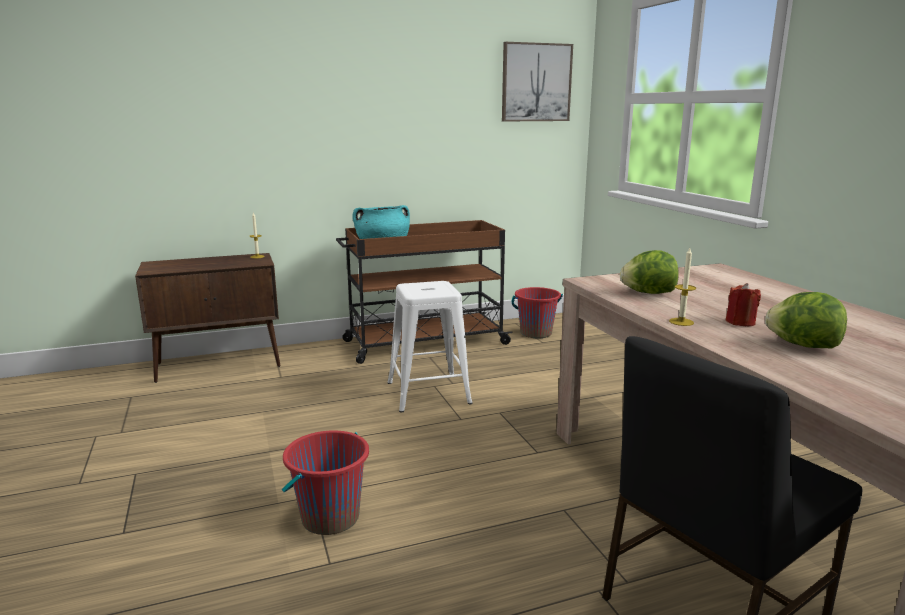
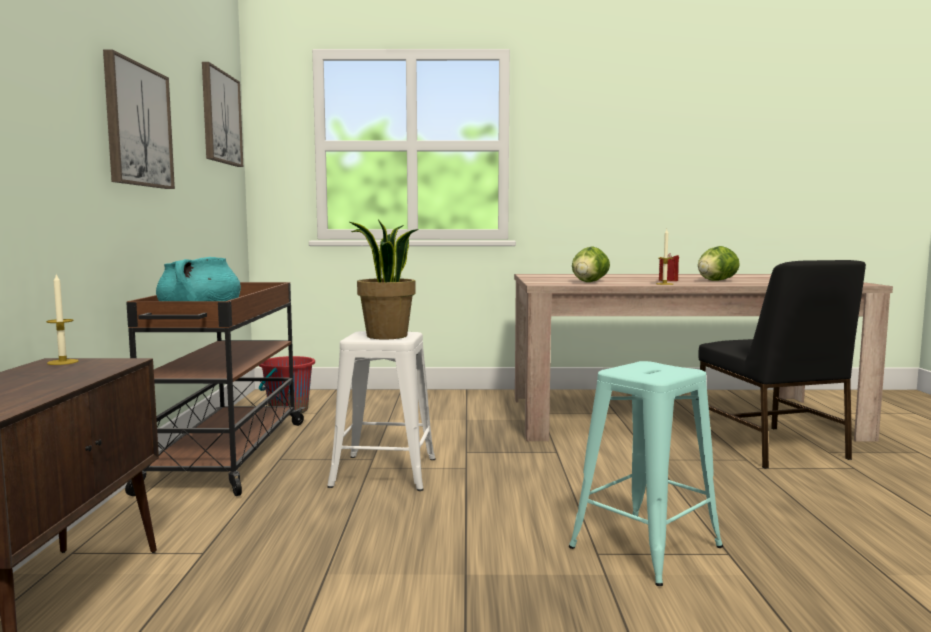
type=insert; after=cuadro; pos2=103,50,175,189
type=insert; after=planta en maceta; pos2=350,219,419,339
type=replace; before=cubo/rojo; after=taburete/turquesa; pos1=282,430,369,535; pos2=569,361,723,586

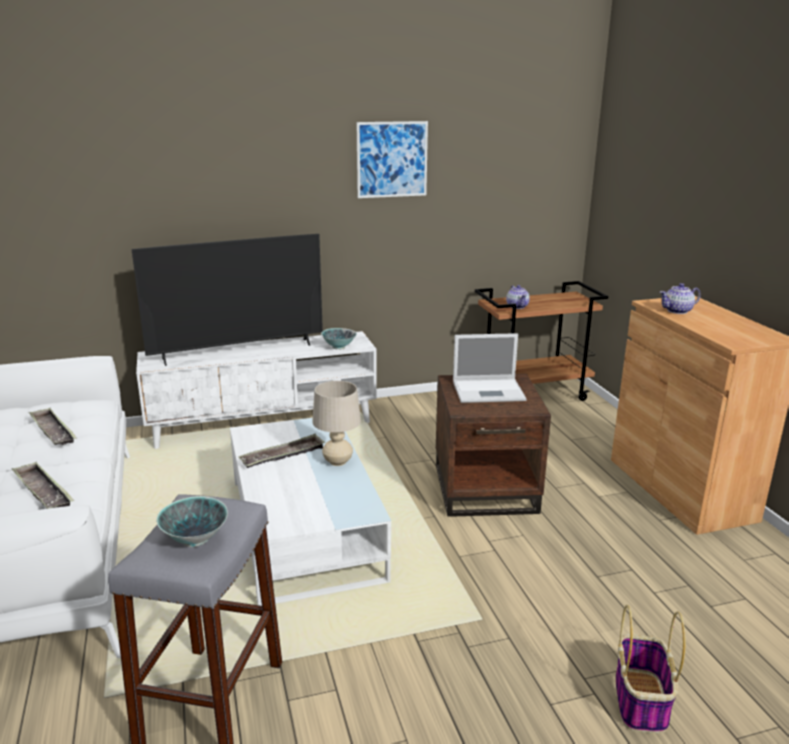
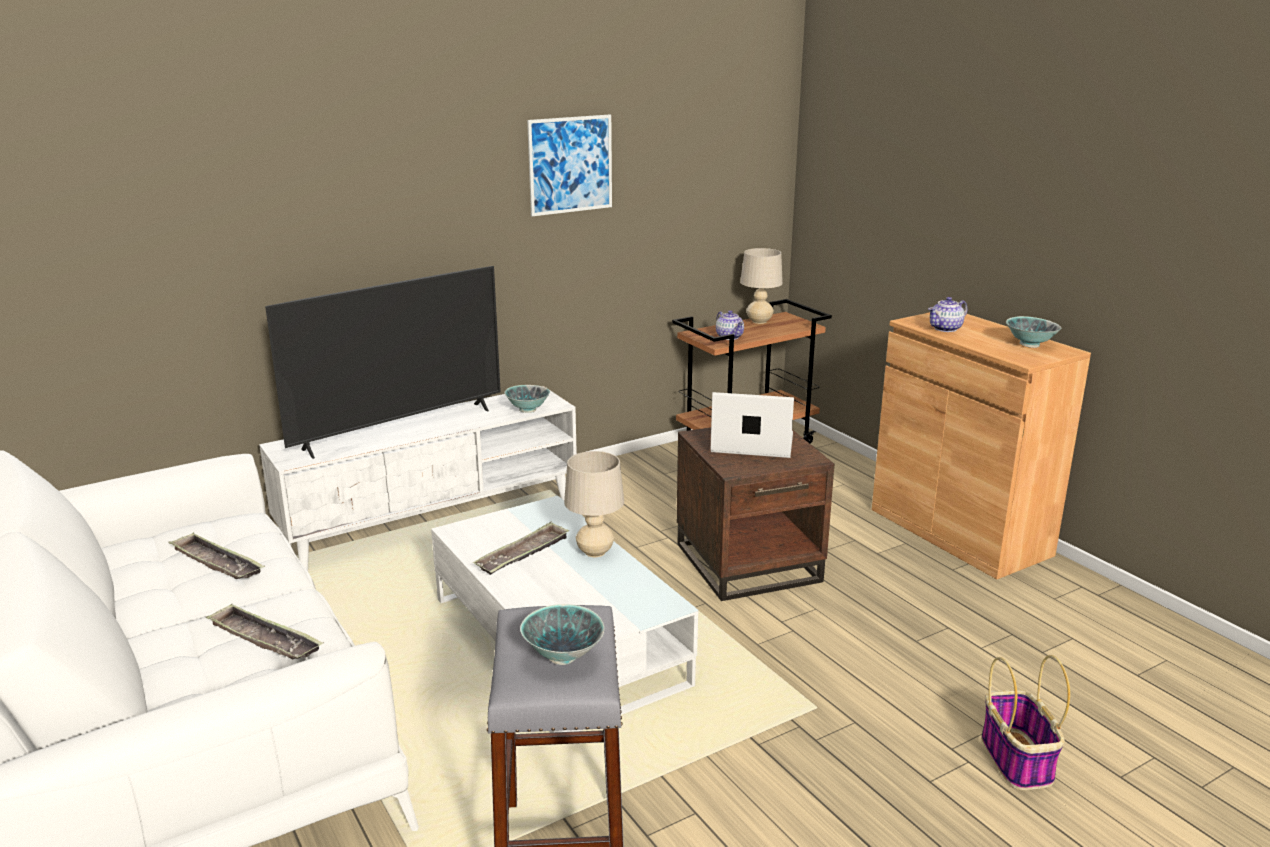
type=rotate; before=portátil; pos1=453,333,527,403; pos2=711,392,794,458; turn=-150
type=insert; after=lámpara de mesa/beis; pos2=740,248,783,324
type=insert; after=cuenco; pos2=1006,316,1061,348

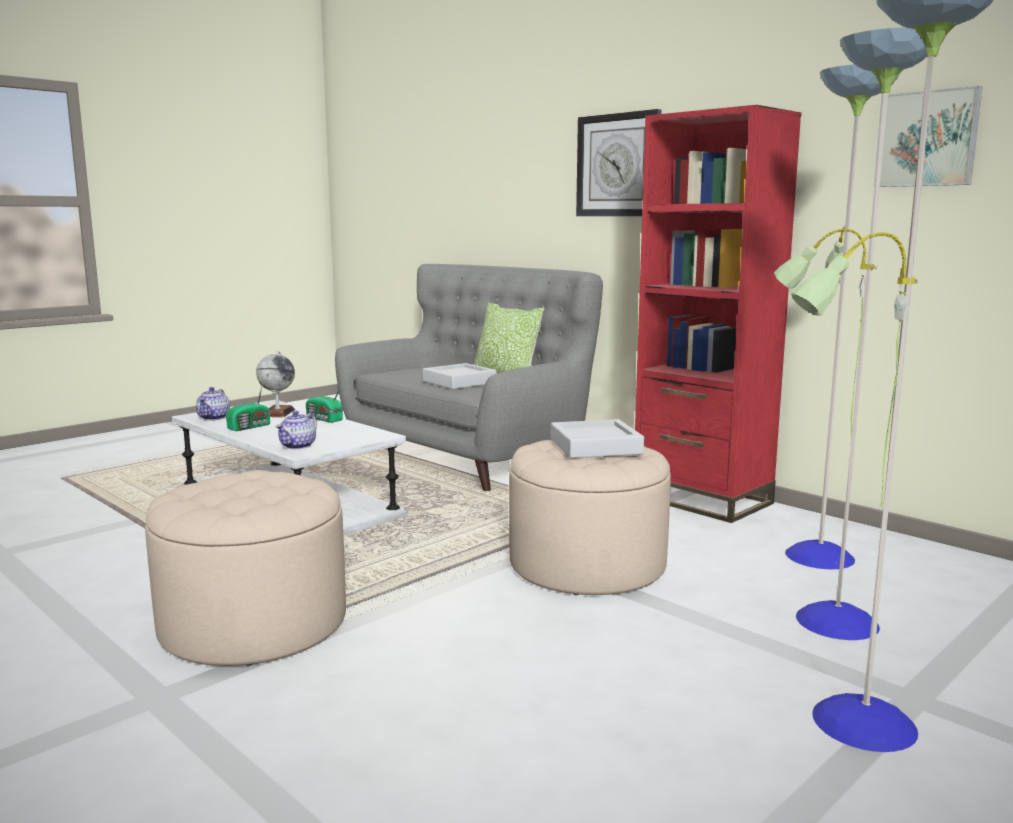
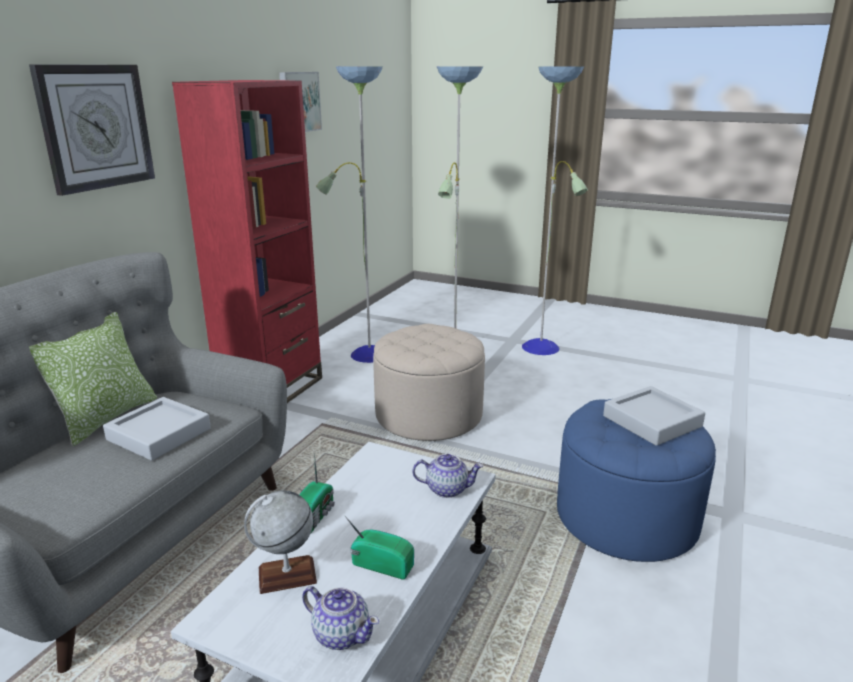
type=rotate; before=tetera; pos1=196,387,230,420; pos2=302,586,379,650; turn=45
type=recolor; before=puf/beis; after=puf/azul; pos1=145,470,346,666; pos2=557,399,716,562
type=move; before=bandeja/gris; pos1=551,419,644,458; pos2=603,386,705,446

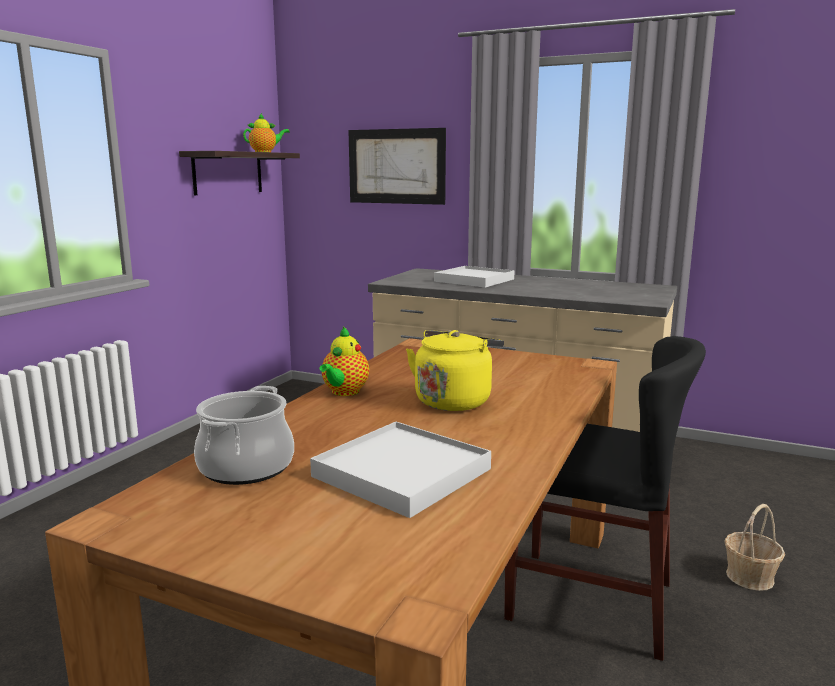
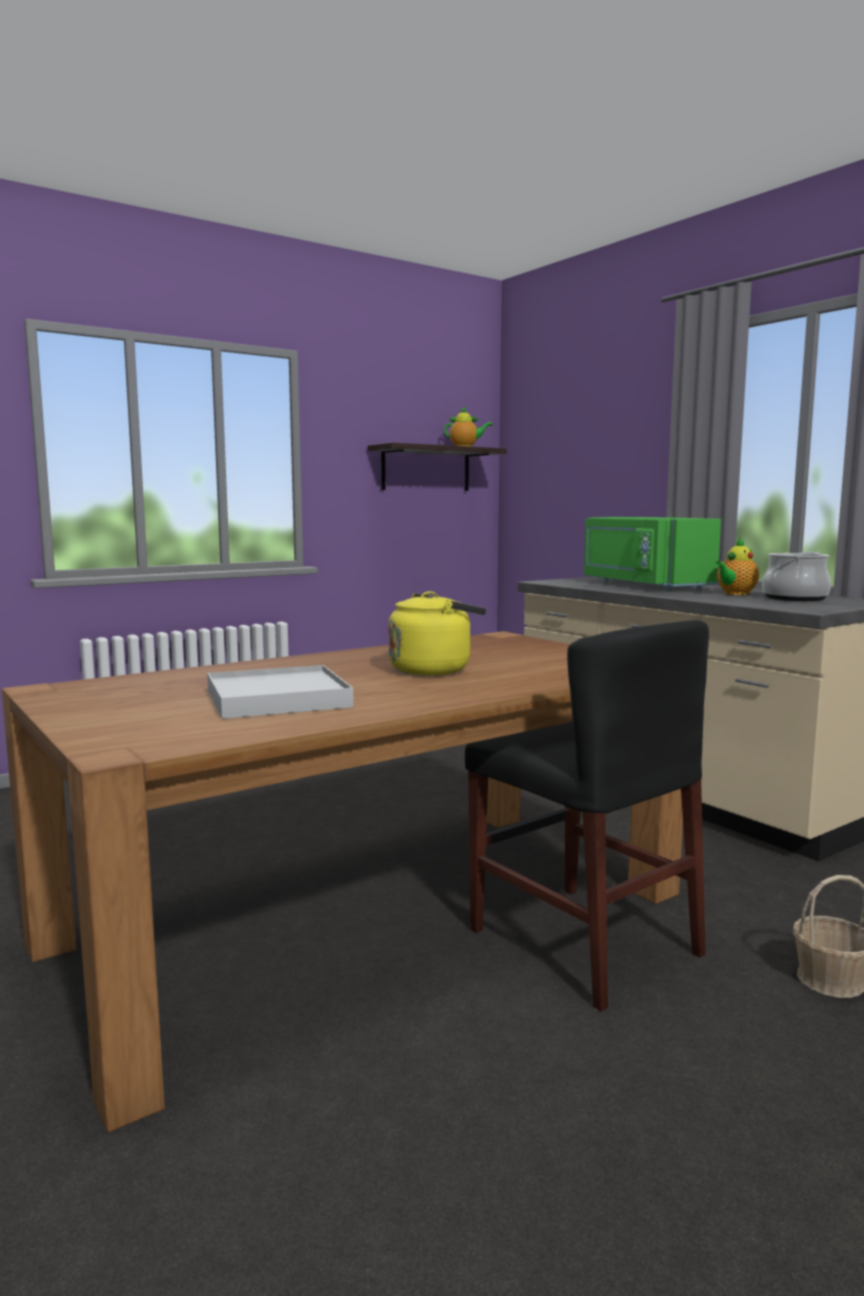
type=replace; before=bandeja/blanco; after=microondas/verde; pos1=434,266,515,287; pos2=584,517,721,591
type=move; before=tetera; pos1=319,326,369,396; pos2=714,537,759,595
type=move; before=olla; pos1=194,386,294,485; pos2=762,552,831,601
type=delete; before=cuadro; pos1=348,128,446,205

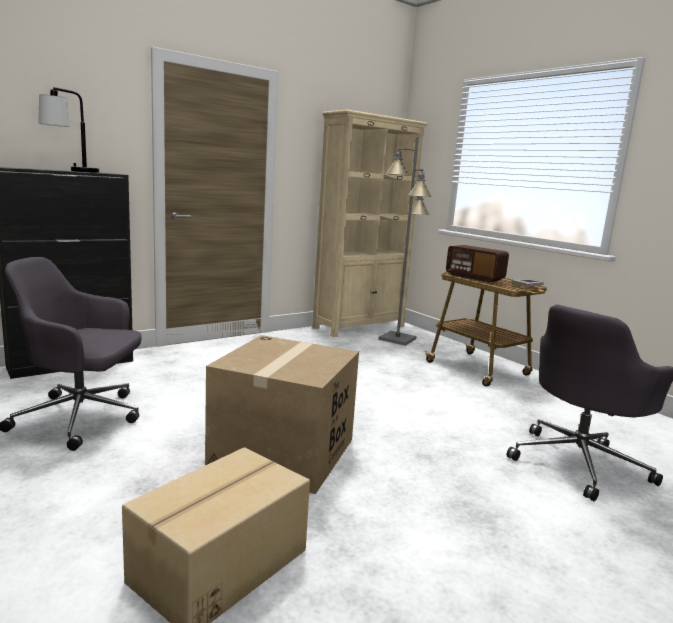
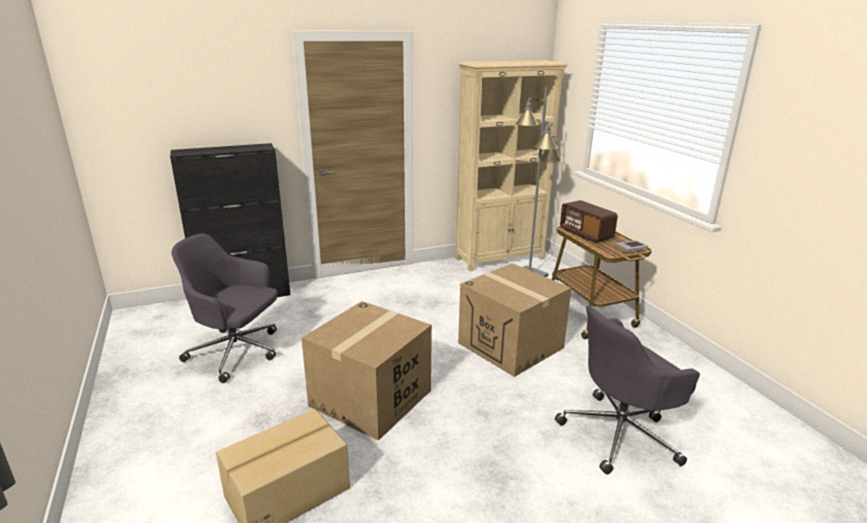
type=insert; after=caja de cartón; pos2=458,263,572,377
type=delete; before=lámpara de mesa; pos1=38,87,99,173

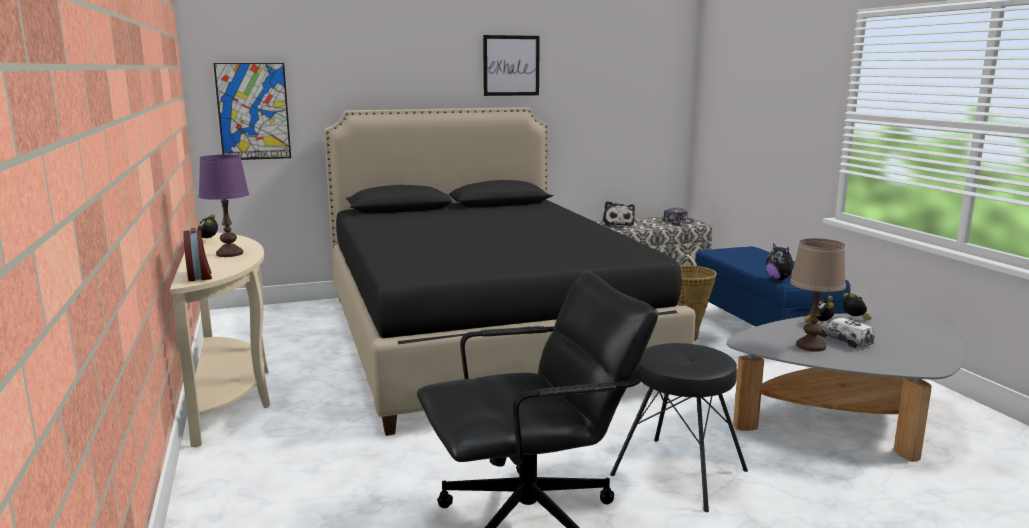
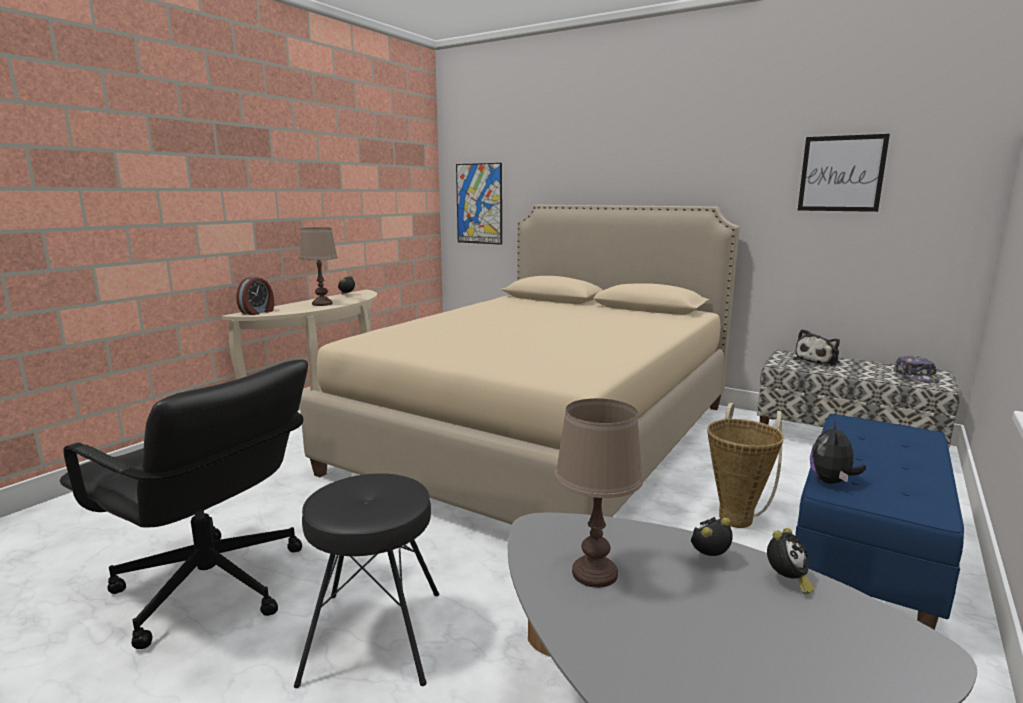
type=recolor; before=lámpara de mesa/morado; after=lámpara de mesa/marrón; pos1=198,155,249,257; pos2=299,227,338,306
type=recolor; before=cama/negro; after=cama/beis; pos1=324,107,696,436; pos2=300,205,740,525
type=move; before=cuadro; pos1=483,35,540,96; pos2=798,134,890,212
type=delete; before=camión de juguete; pos1=818,318,875,348

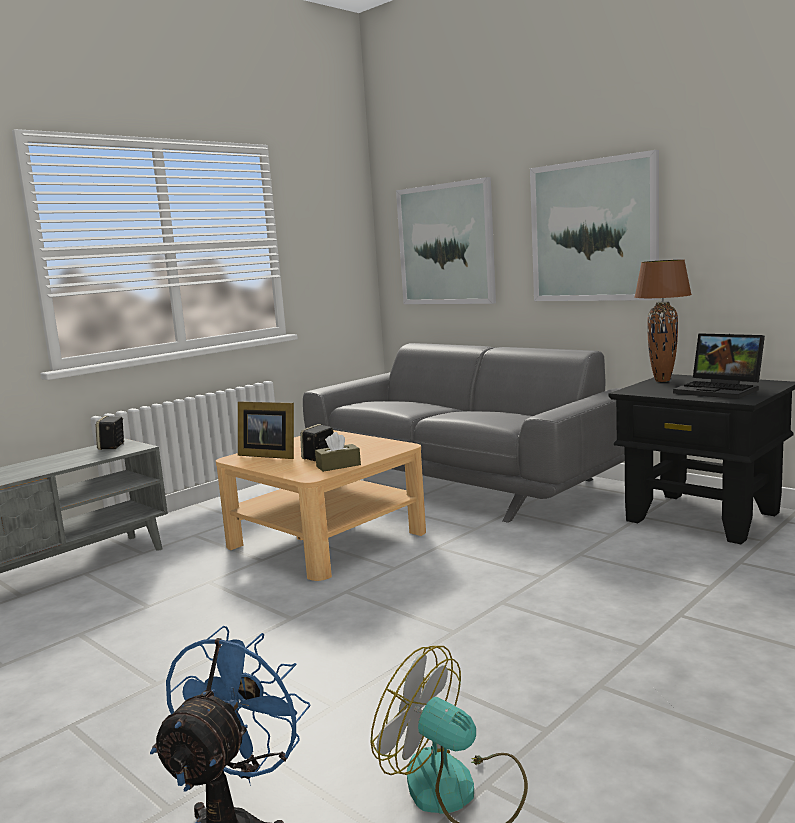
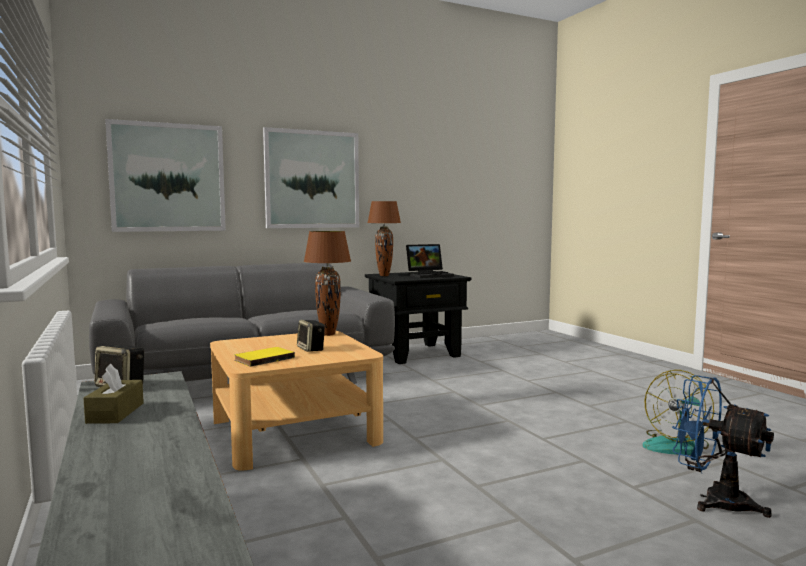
type=move; before=caja de pañuelos/marrón; pos1=315,432,361,472; pos2=83,364,144,424
type=replace; before=portarretratos; after=libro/amarillo; pos1=238,401,294,459; pos2=234,347,295,367
type=insert; after=lámpara de mesa/marrón; pos2=304,231,351,336

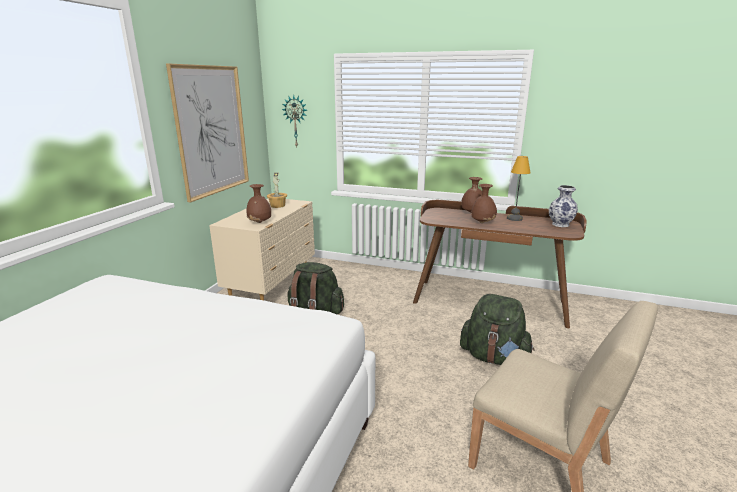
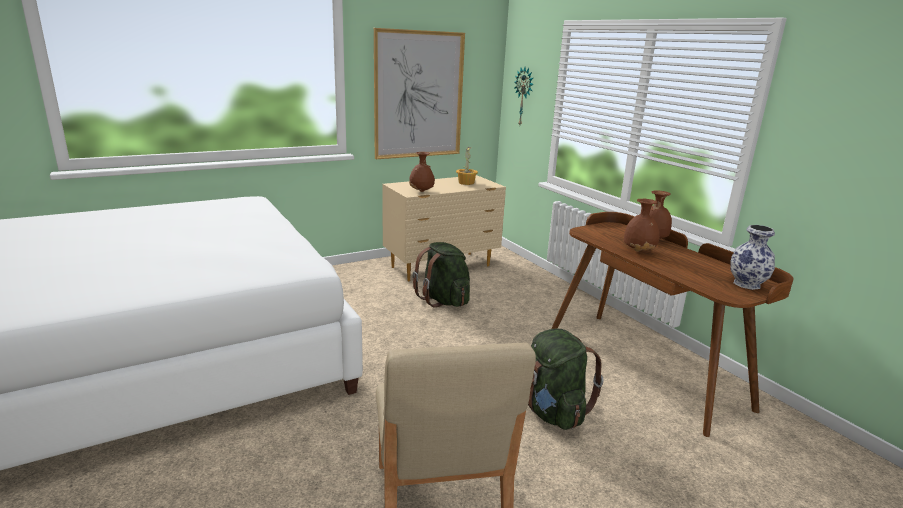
type=delete; before=lámpara de mesa; pos1=507,156,530,221

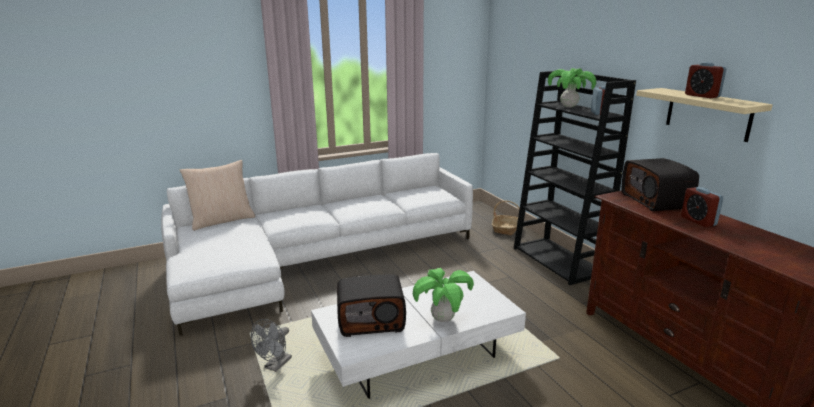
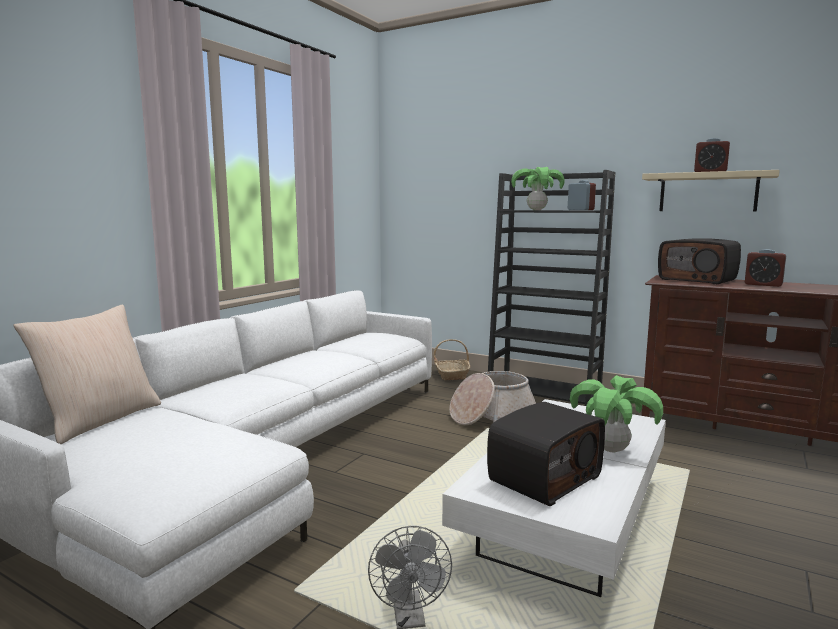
type=insert; after=cesta; pos2=449,371,536,425

